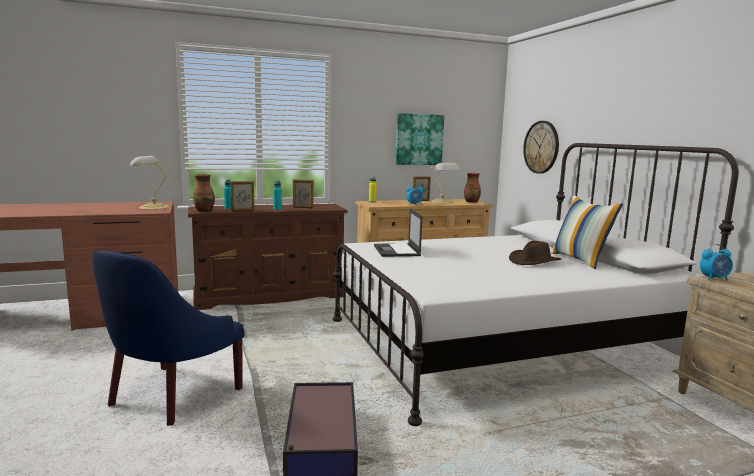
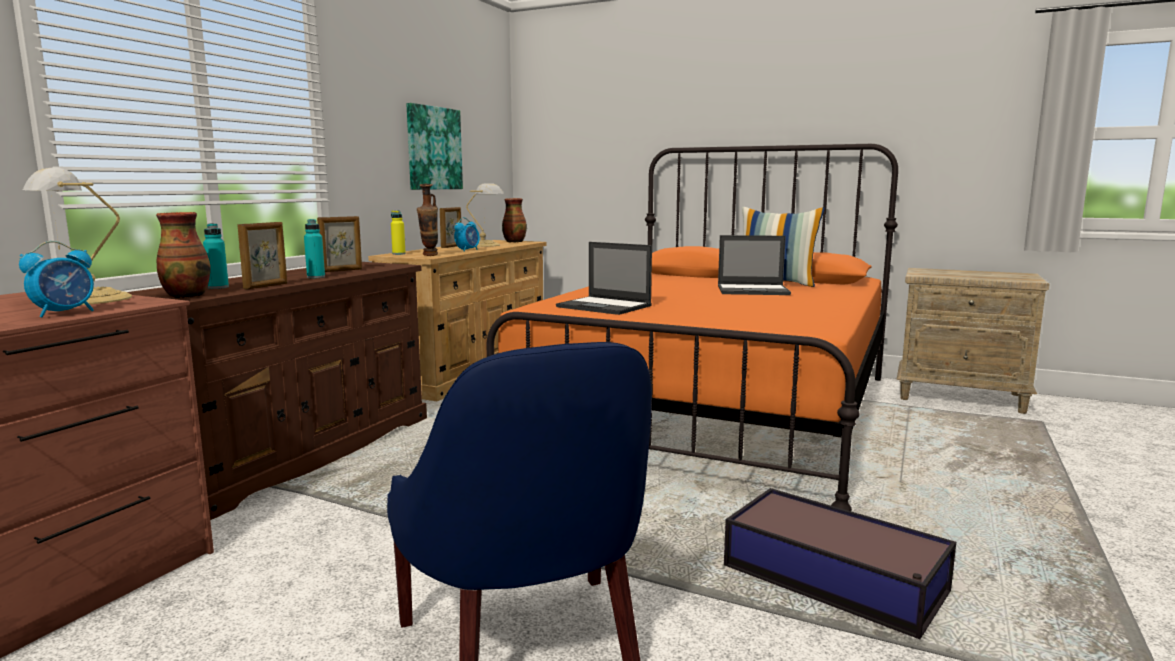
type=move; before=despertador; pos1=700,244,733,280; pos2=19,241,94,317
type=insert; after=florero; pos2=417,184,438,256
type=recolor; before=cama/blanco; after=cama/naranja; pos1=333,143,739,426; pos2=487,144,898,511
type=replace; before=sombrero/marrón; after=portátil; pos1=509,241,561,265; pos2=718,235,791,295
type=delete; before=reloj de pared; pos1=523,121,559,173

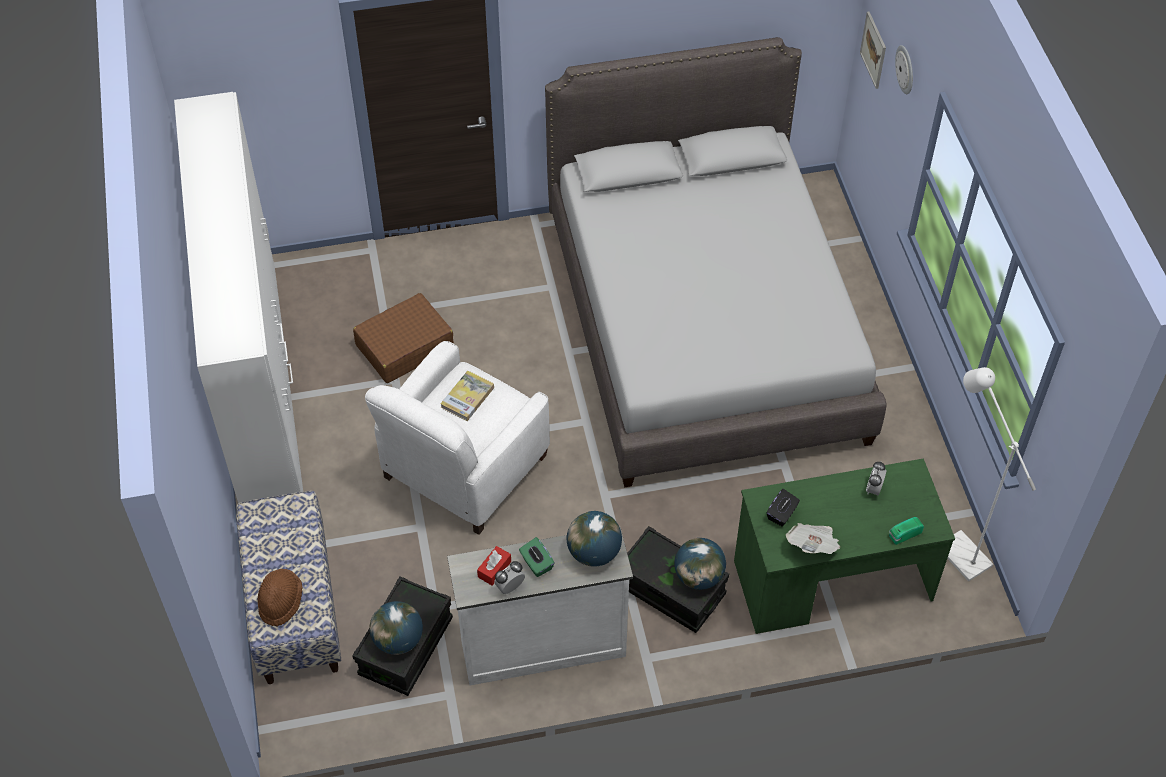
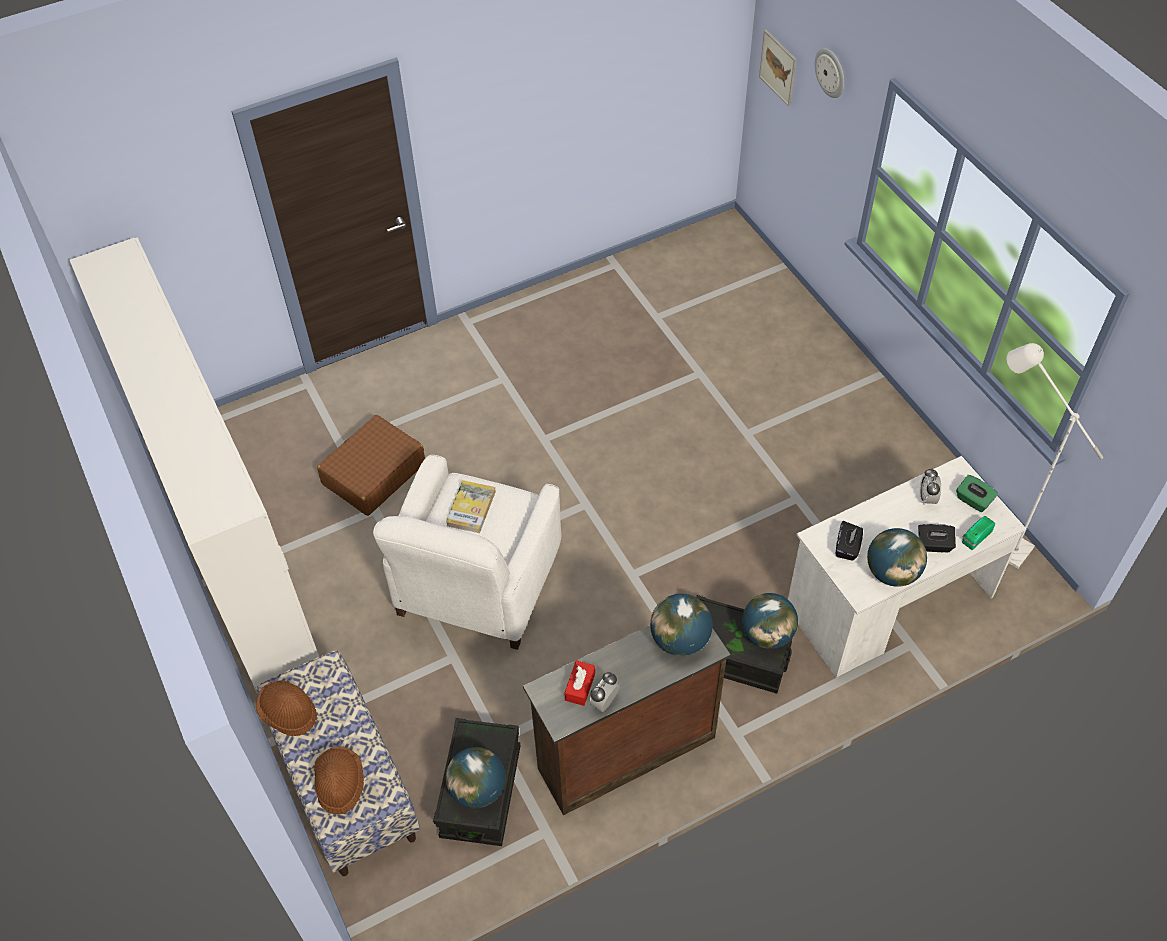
type=insert; after=sombrero/marrón; pos2=256,680,317,736
type=recolor; before=cómoda/blanco; after=cómoda/marrón; pos1=447,526,633,685; pos2=523,625,731,815
type=recolor; before=escritorio/verde; after=escritorio/blanco; pos1=734,458,955,634; pos2=788,456,1026,678
type=replace; before=periódico; after=globo terráqueo; pos1=786,523,840,554; pos2=867,528,927,587
type=insert; after=caja de pañuelos/negro; pos2=918,524,956,553
type=move; before=caja de pañuelos/verde; pos1=519,537,554,577; pos2=956,475,998,512
type=delete; before=cama/gris; pos1=545,37,887,488

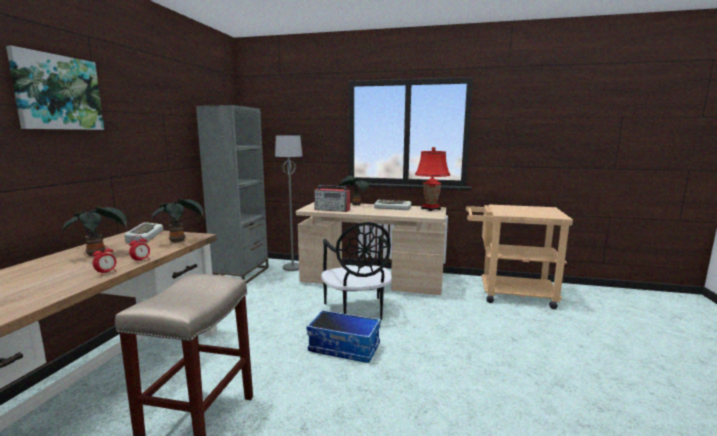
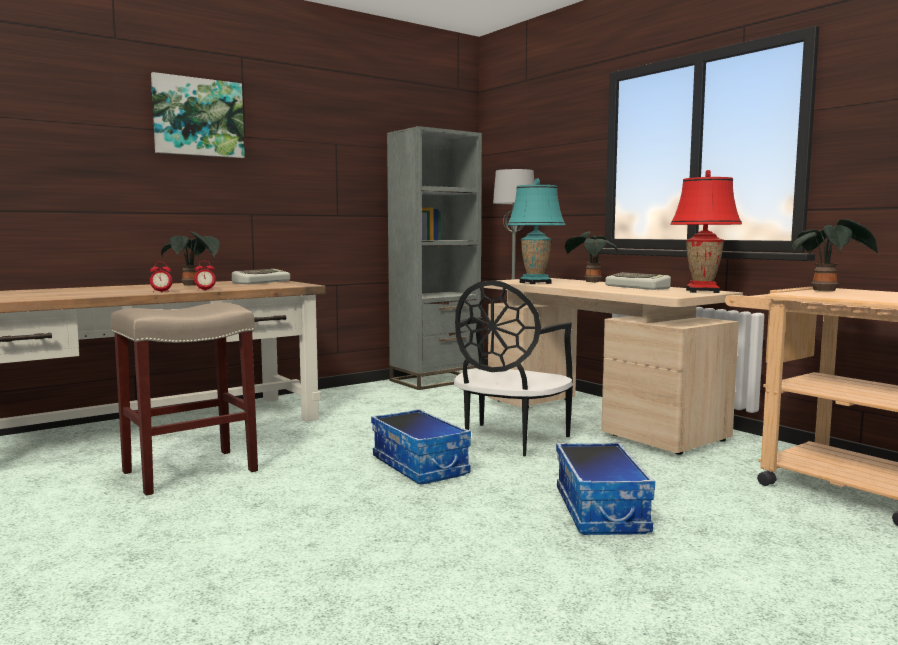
type=replace; before=radio; after=lámpara de mesa/turquesa; pos1=314,185,350,212; pos2=507,178,565,284
type=insert; after=caja de almacenaje; pos2=556,443,655,535
type=move; before=planta en maceta; pos1=151,199,204,242; pos2=792,219,879,291

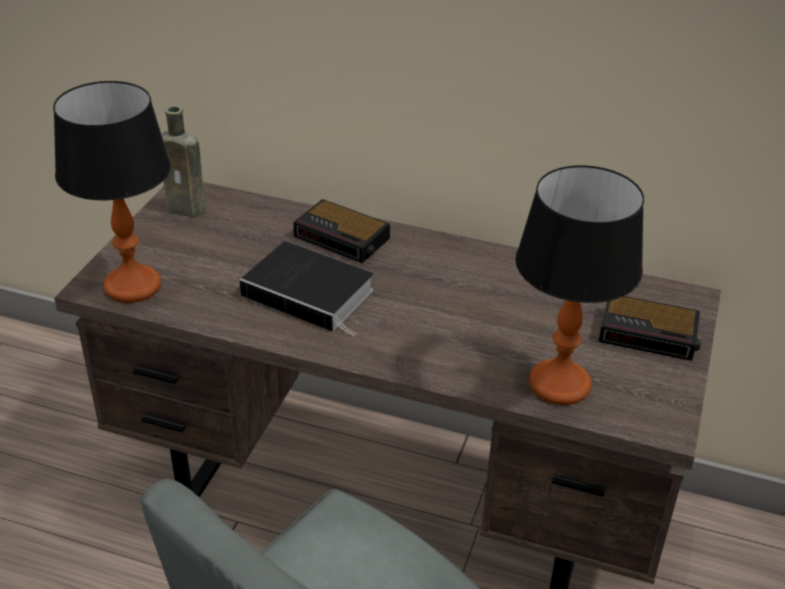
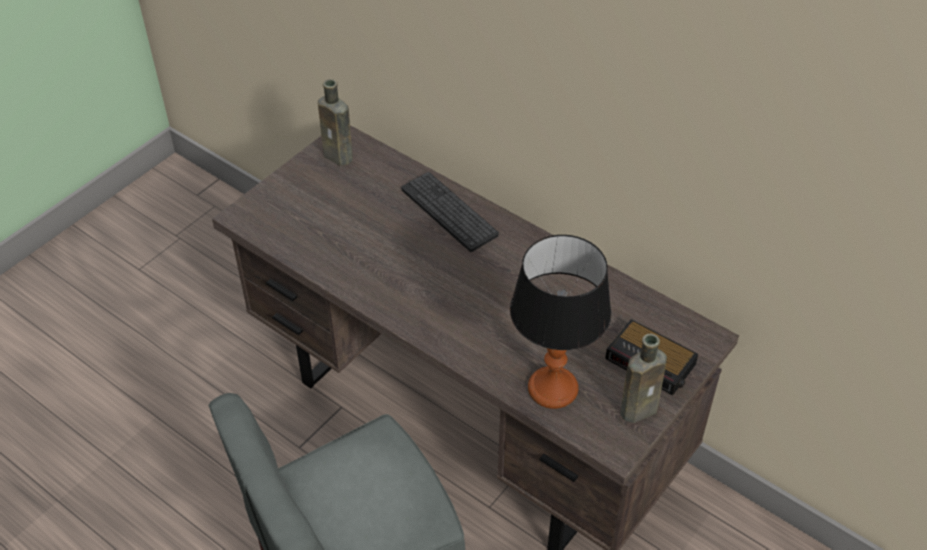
type=replace; before=despertador; after=teclado; pos1=293,199,390,263; pos2=402,172,499,252
type=insert; after=botella/marrón; pos2=620,334,667,423
type=delete; before=lámpara de mesa; pos1=53,81,171,303
type=delete; before=libro; pos1=240,241,374,336

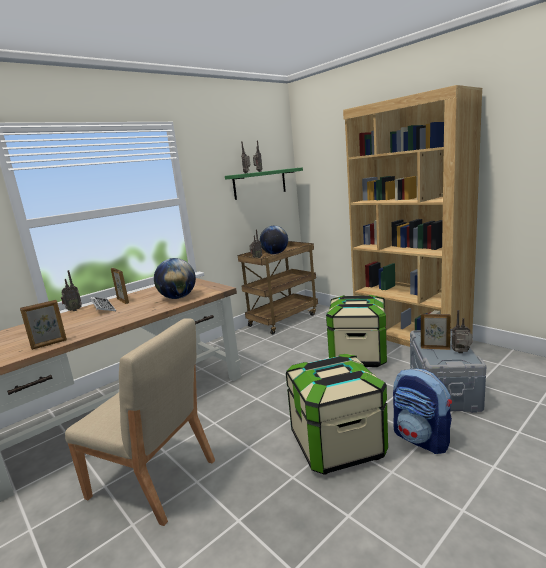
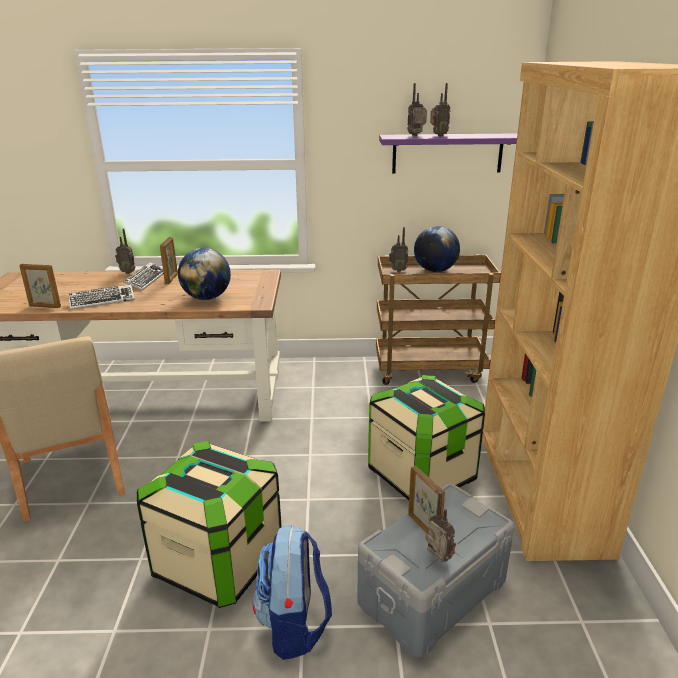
type=insert; after=teclado; pos2=68,284,135,310
type=recolor; before=estante/verde; after=estante/morado; pos1=225,167,303,200; pos2=379,133,518,174

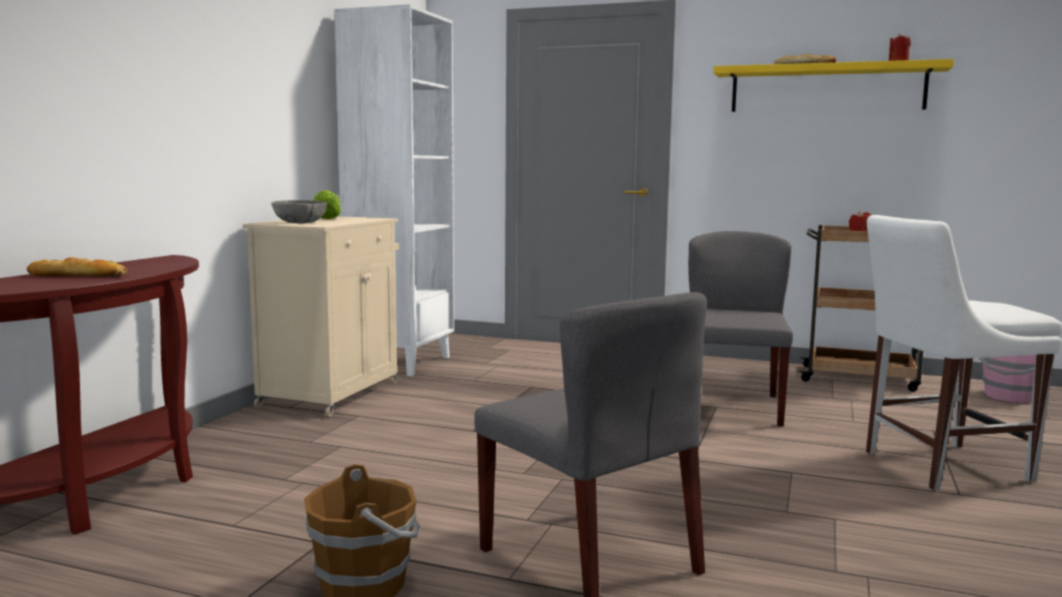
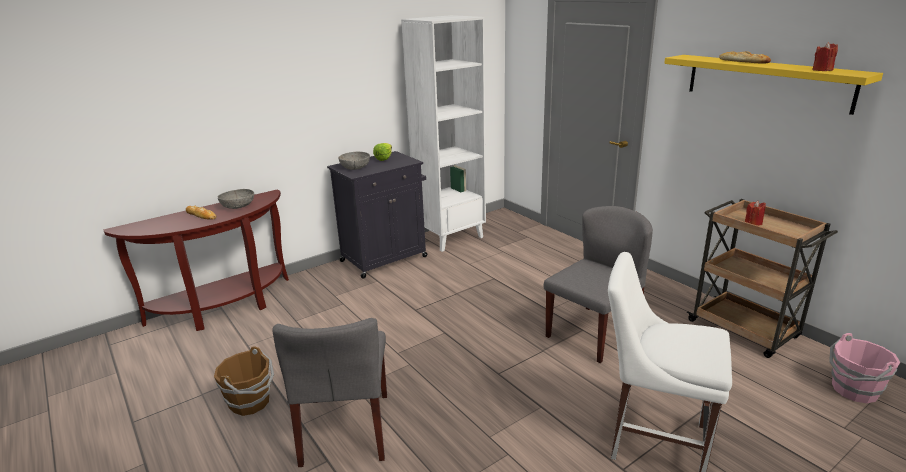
type=insert; after=cuenco/gris; pos2=218,189,254,209
type=recolor; before=armario/beis; after=armario/negro; pos1=243,216,399,418; pos2=327,151,427,279

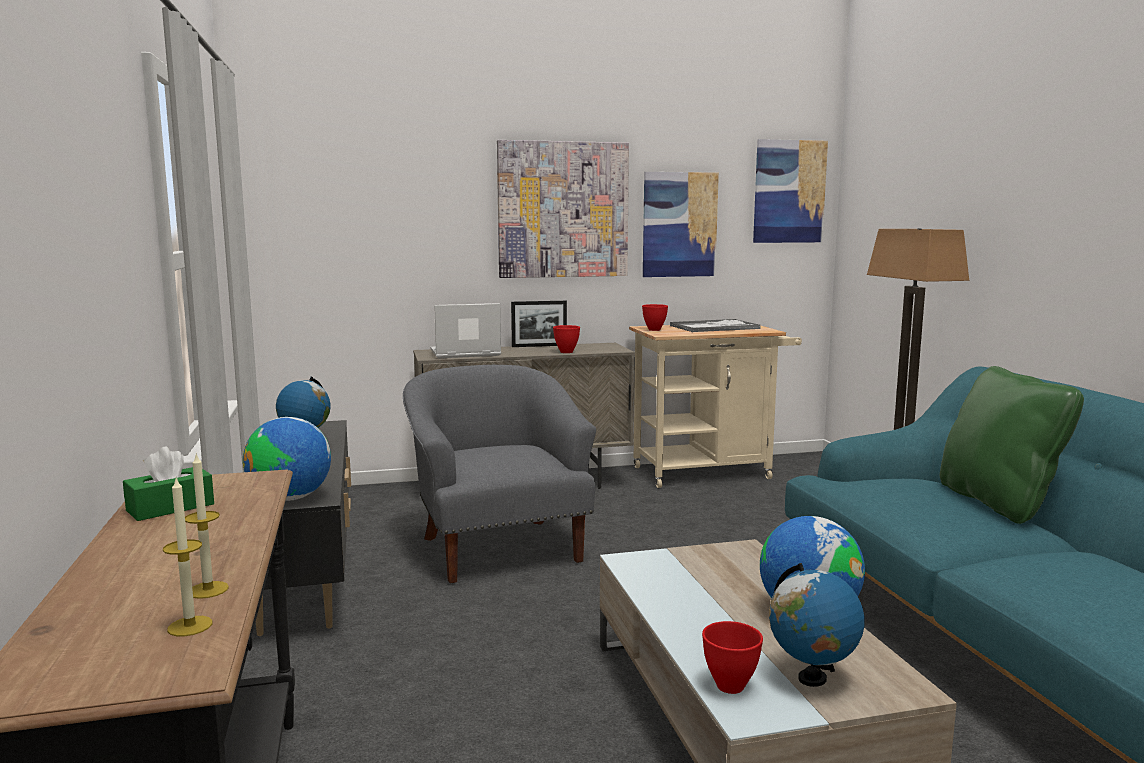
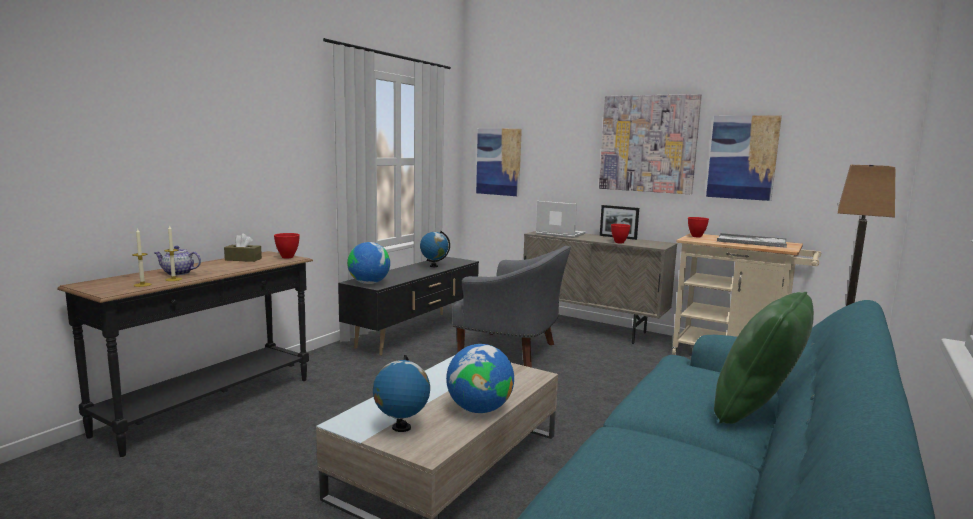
type=insert; after=tetera; pos2=154,246,201,276
type=recolor; before=caja de pañuelos/verde; after=caja de pañuelos/marrón; pos1=123,447,214,521; pos2=224,233,262,262
type=move; before=cuenco/rojo; pos1=702,621,763,694; pos2=274,233,300,258
type=rotate; before=sillón/gris; pos1=403,365,596,583; pos2=452,246,571,368; turn=90
type=move; before=cuadro; pos1=753,139,828,243; pos2=476,128,522,196

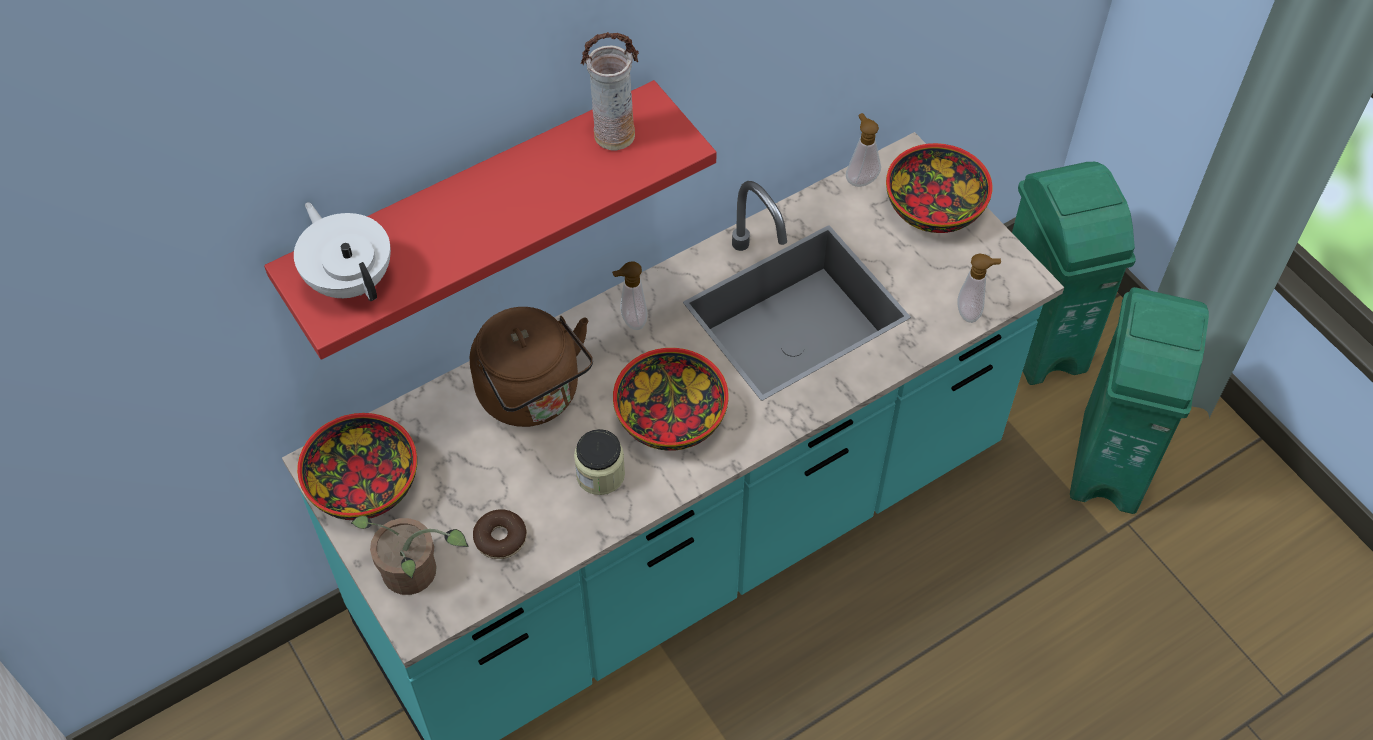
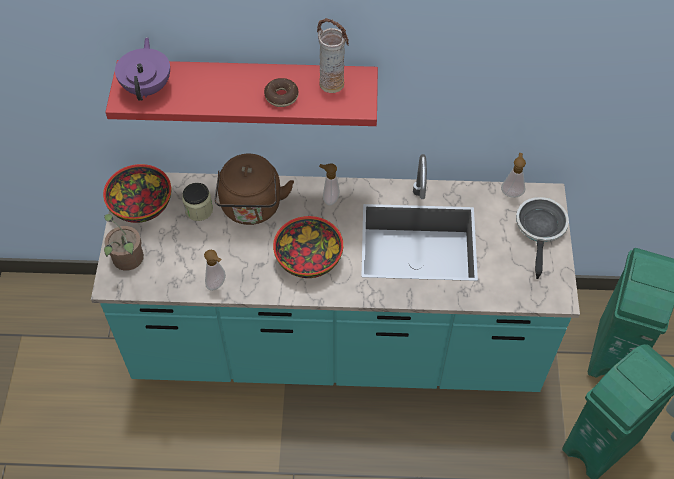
type=recolor; before=tetera/blanco; after=tetera/morado; pos1=294,202,391,301; pos2=115,37,170,101
type=move; before=tarro; pos1=574,429,625,495; pos2=182,183,213,221
type=move; before=dispensador de jabón; pos1=958,254,1001,323; pos2=204,250,226,291
type=move; before=rosquilla; pos1=473,509,527,559; pos2=264,78,299,107
type=replace; before=cuenco; after=sartén; pos1=886,143,992,233; pos2=516,197,569,279

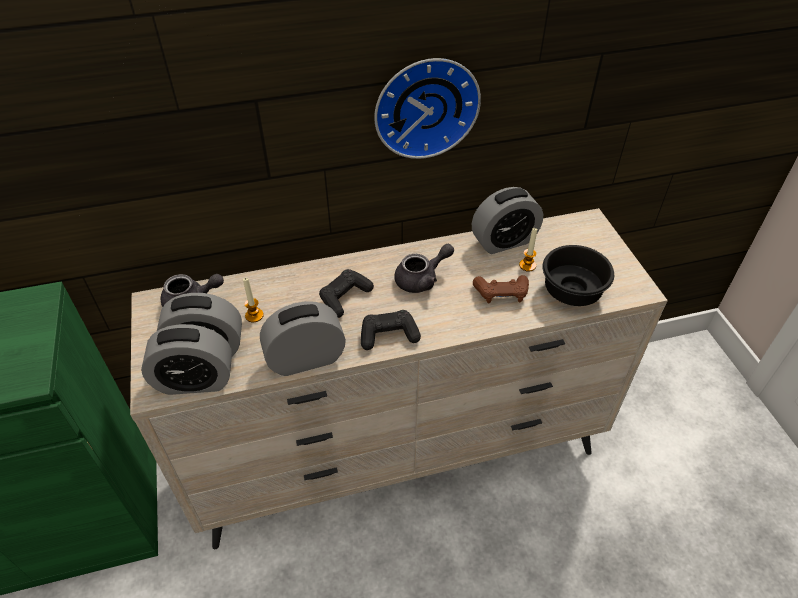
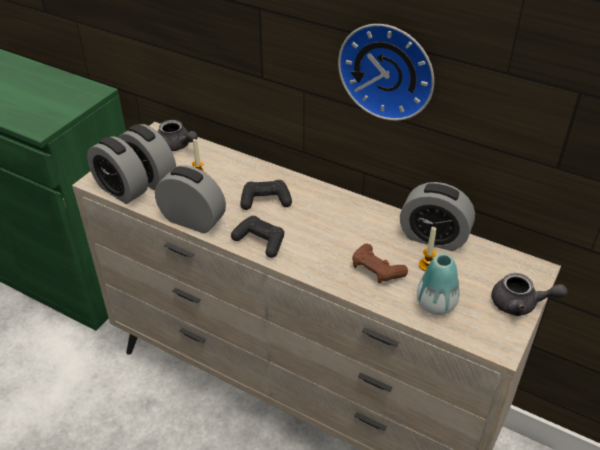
type=replace; before=cuenco/negro; after=florero; pos1=542,245,614,306; pos2=417,254,460,315
type=move; before=tetera/gris; pos1=394,244,454,293; pos2=492,273,568,316

